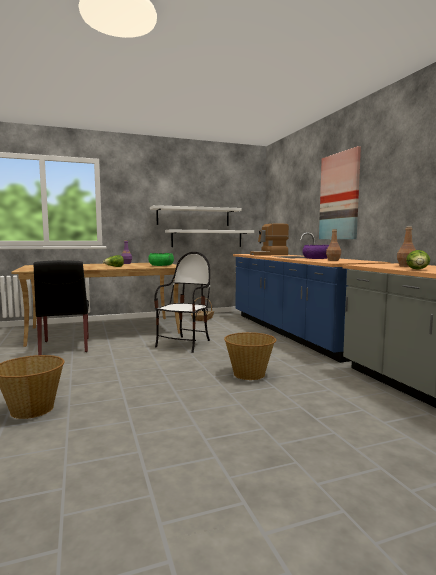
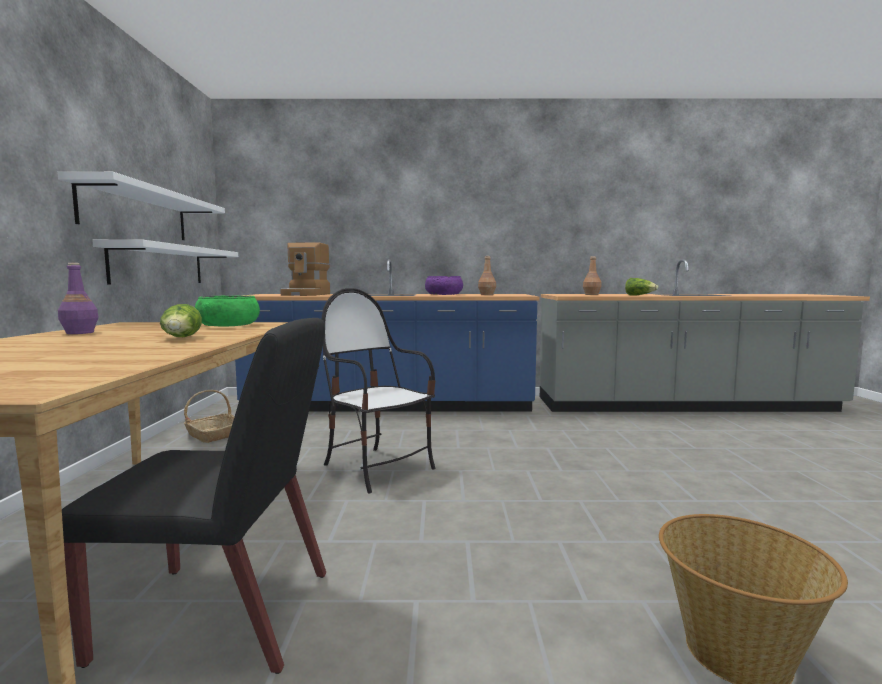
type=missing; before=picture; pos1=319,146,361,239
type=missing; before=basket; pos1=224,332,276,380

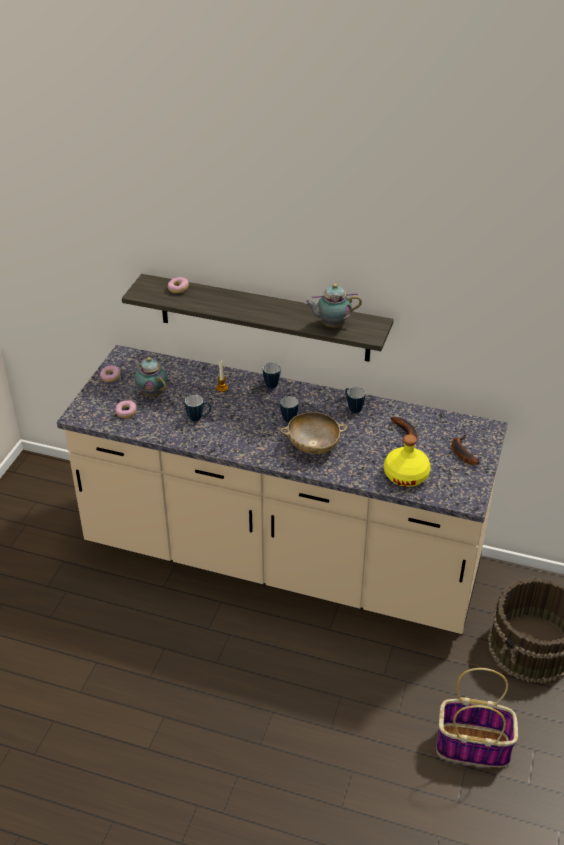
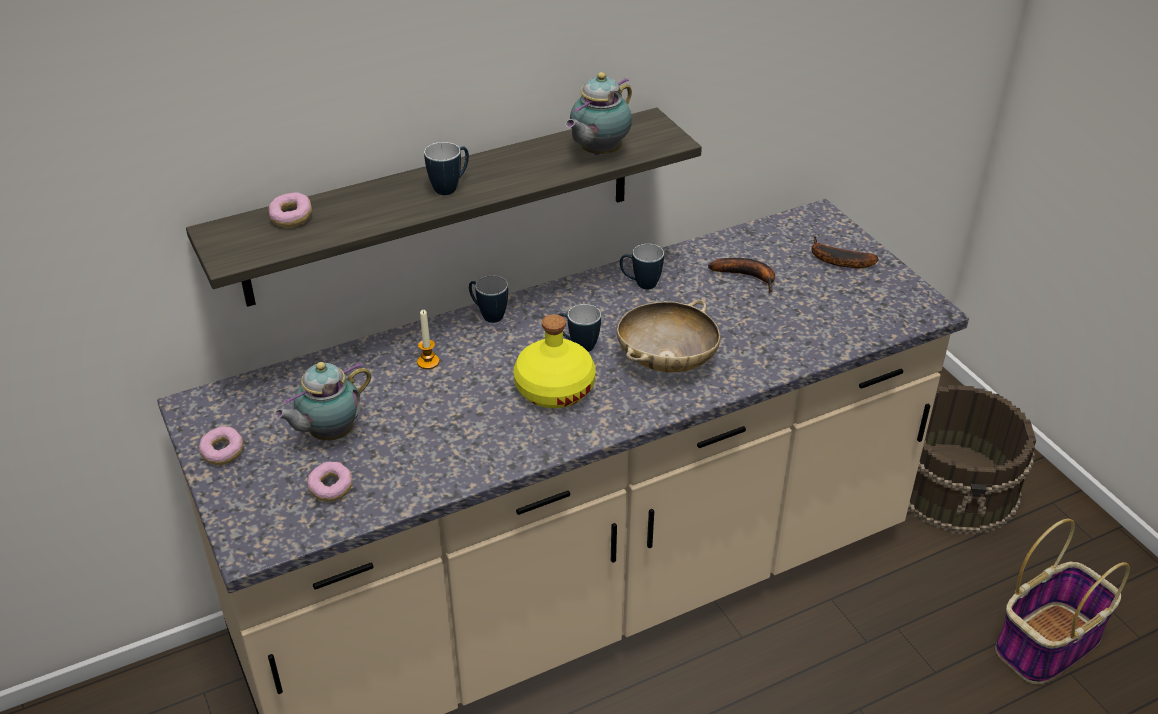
type=spun; before=teapot; pos1=133,357,167,397; pos2=274,362,371,441; turn=-45
type=relocated; before=mug; pos1=185,395,211,422; pos2=424,142,469,195
type=relocated; before=bottle (yellow); pos1=384,435,431,487; pos2=513,314,596,408

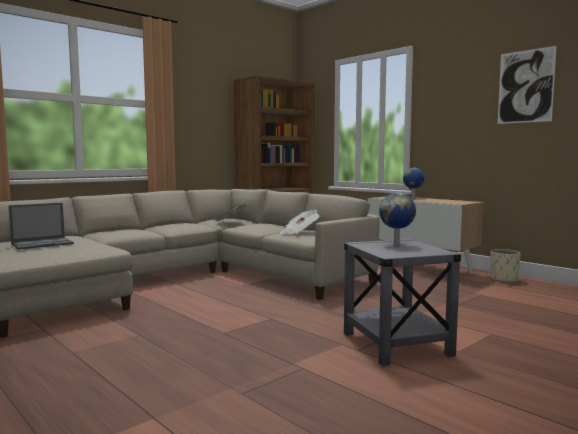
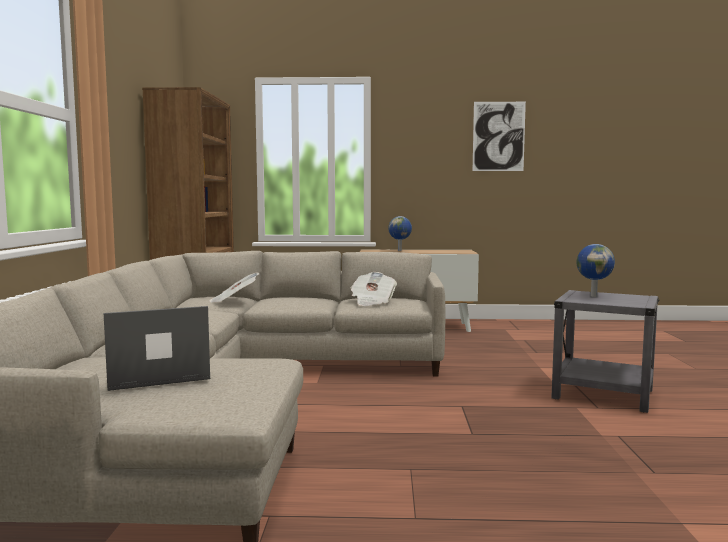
type=spun; before=laptop; pos1=8,203,74,250; pos2=104,306,210,391; turn=-120
type=missing; before=planter (beige); pos1=490,249,521,283

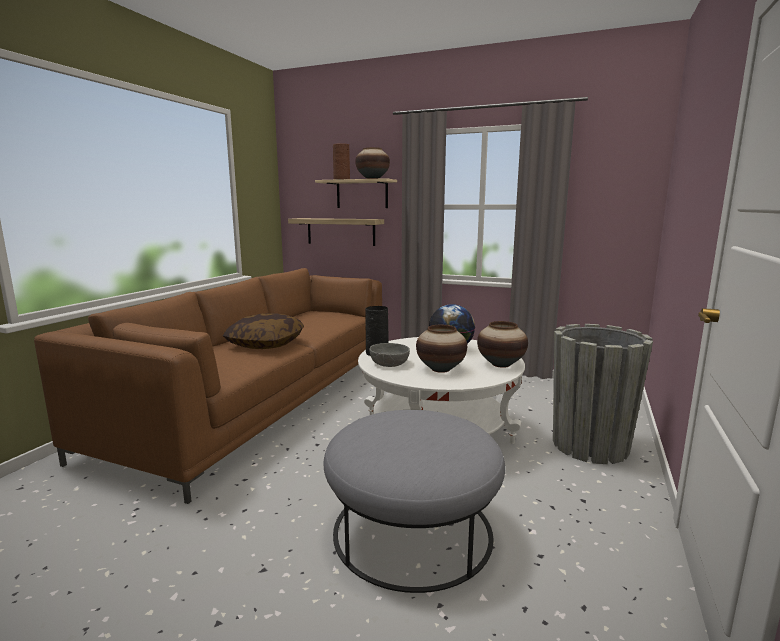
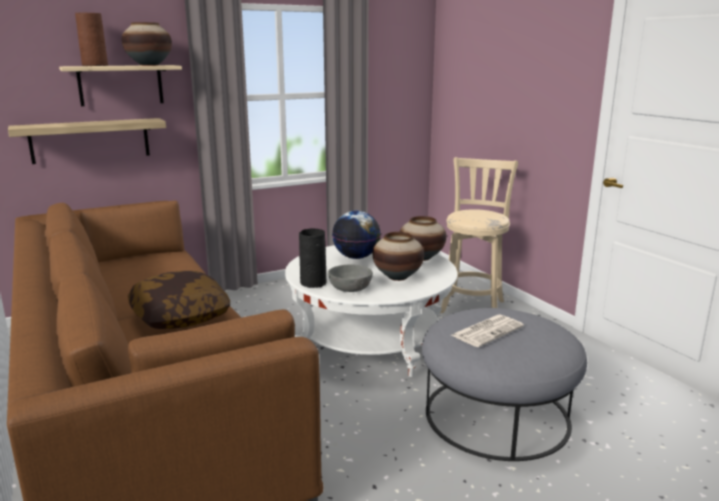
type=exchanged; before=planter (grey); after=stool (beige); pos1=553,324,653,464; pos2=440,157,518,313
type=appeared; after=newspaper; pos2=451,314,524,347

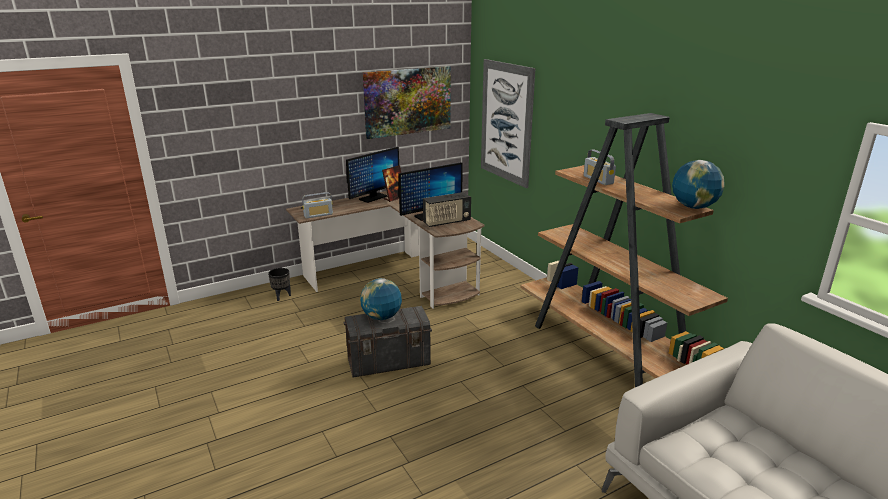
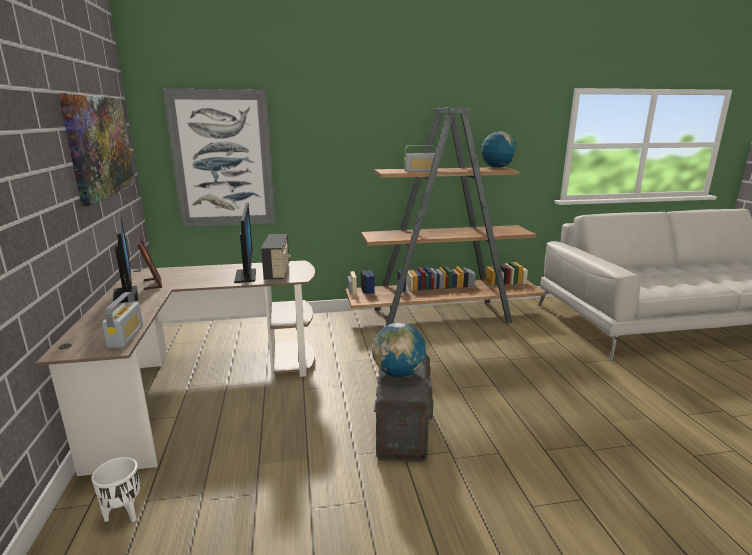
type=colour; before=planter (black); after=planter (white); pos1=268,268,291,301; pos2=91,457,140,522

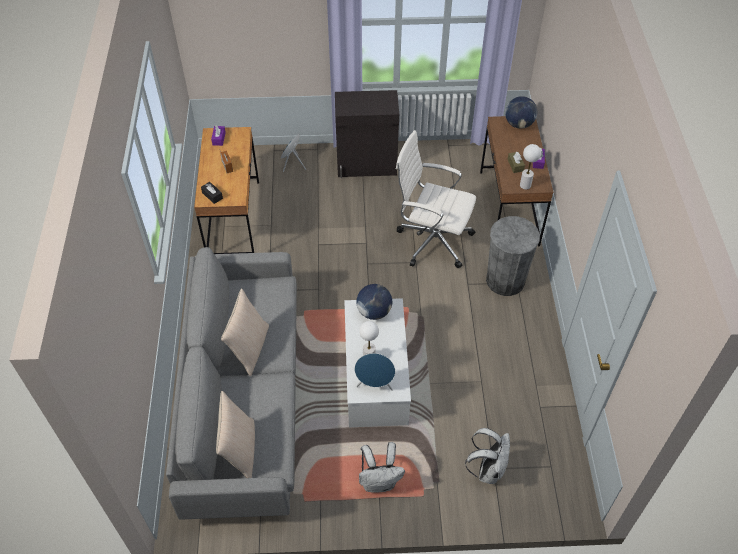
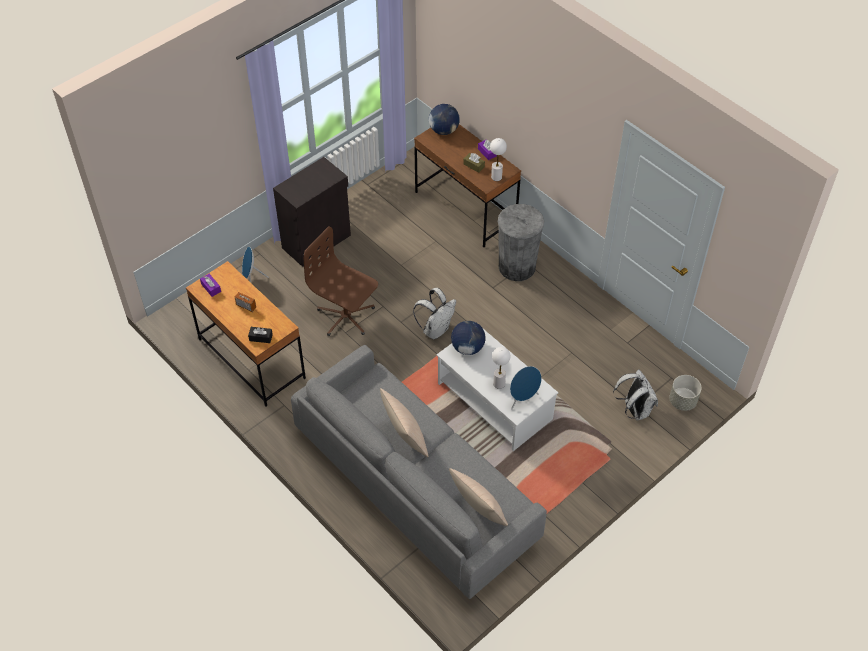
type=missing; before=office chair (white); pos1=396,130,476,269
type=relocated; before=backpack (white); pos1=359,442,405,493; pos2=413,288,456,339
type=appeared; after=office chair (brown); pos2=304,227,378,336
type=appeared; after=planter (grey); pos2=669,375,701,411

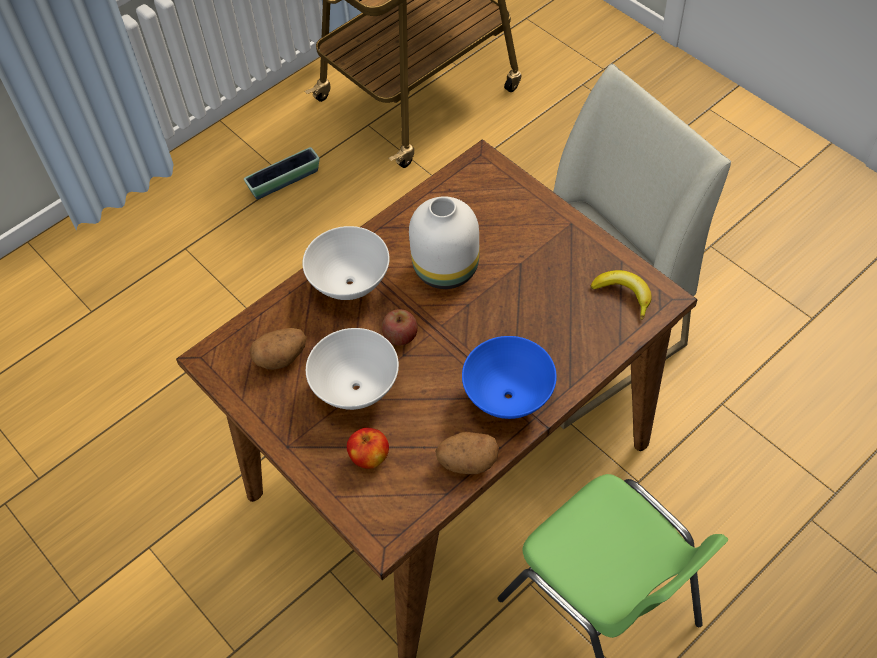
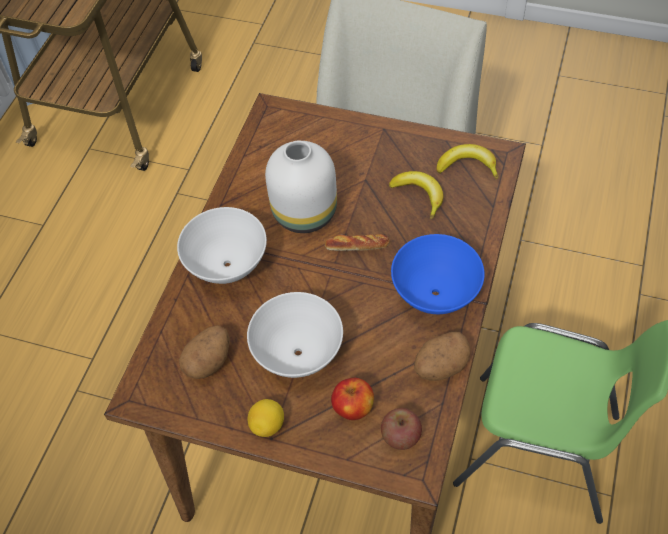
type=missing; before=planter; pos1=244,147,319,200
type=relocated; before=apple; pos1=381,309,418,346; pos2=381,408,422,450
type=appeared; after=banana; pos2=389,171,444,219
type=appeared; after=bread; pos2=325,234,390,251
type=appeared; after=lemon; pos2=247,399,284,437

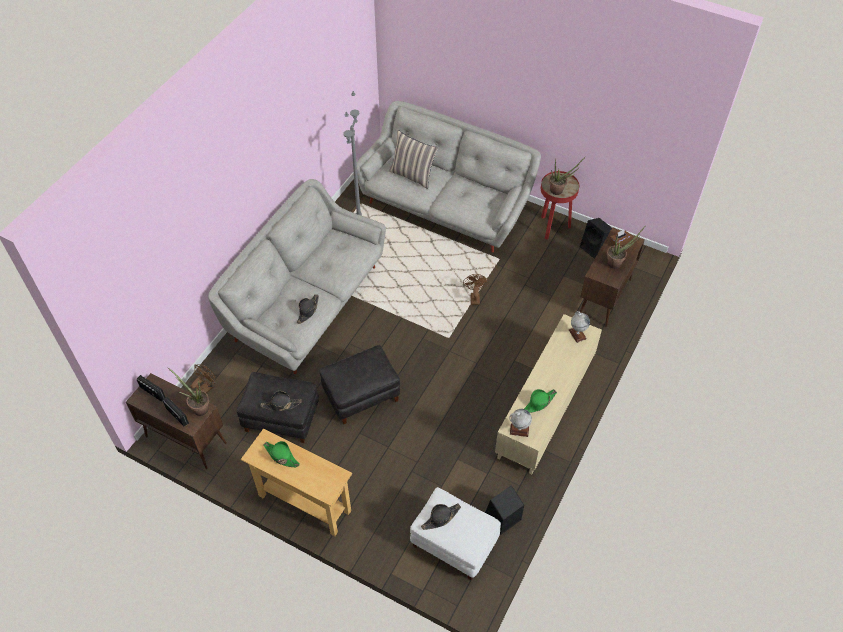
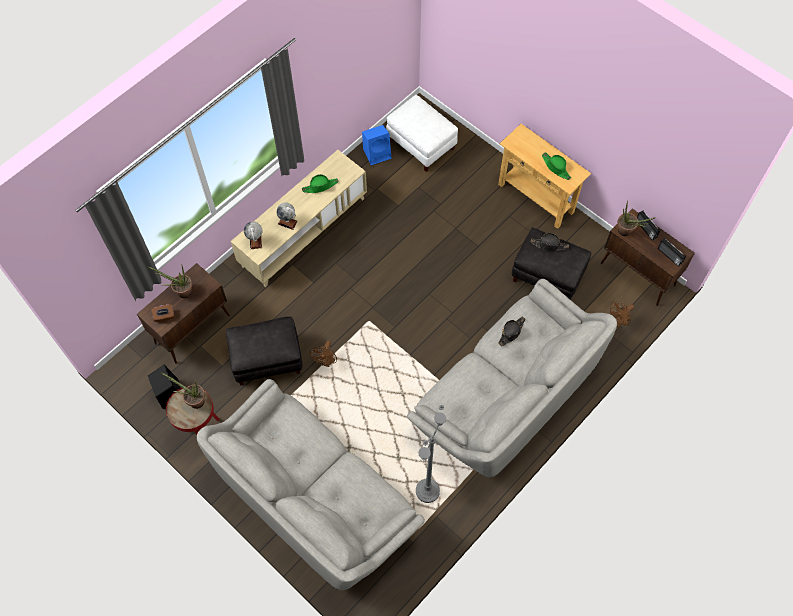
type=missing; before=pillow; pos1=389,130,438,189
type=relocated; before=ottoman (black); pos1=319,345,400,424; pos2=226,316,302,385
type=relocated; before=globe; pos1=509,409,532,437; pos2=276,202,298,230
type=colour; before=speaker (black); after=speaker (blue); pos1=485,485,524,535; pos2=362,125,391,165
type=missing; before=hat (black); pos1=421,503,461,530

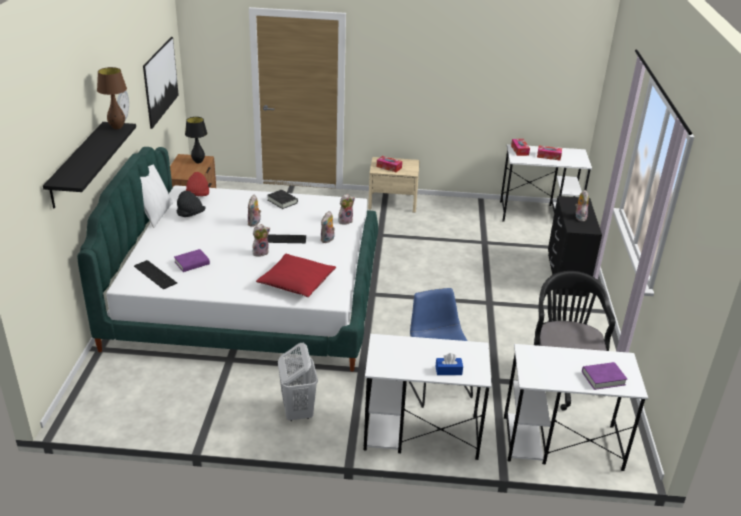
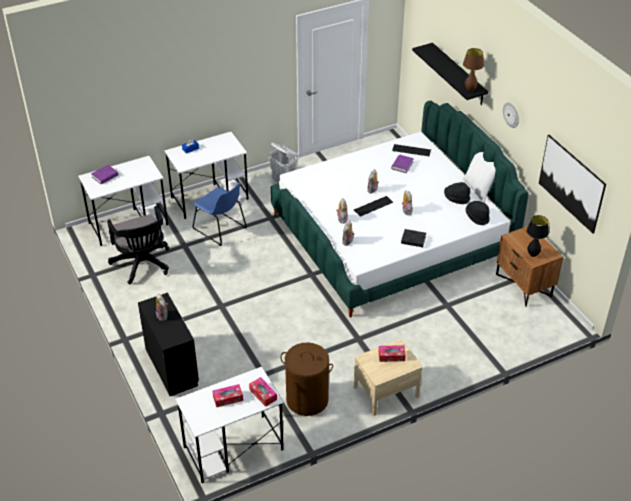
type=colour; before=hat (red); after=hat (black); pos1=186,172,209,196; pos2=466,201,490,225
type=missing; before=pillow (red); pos1=256,254,336,297
type=appeared; after=laundry basket (brown); pos2=280,342,333,416

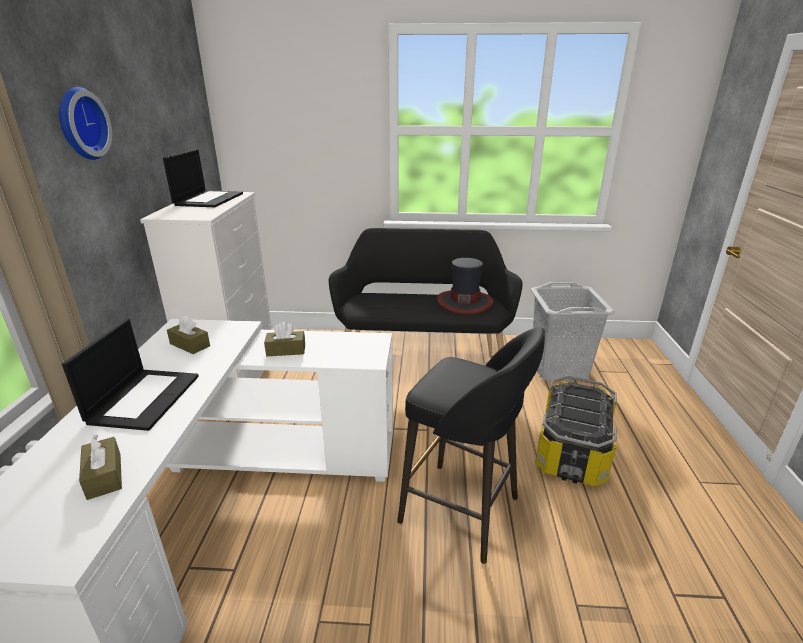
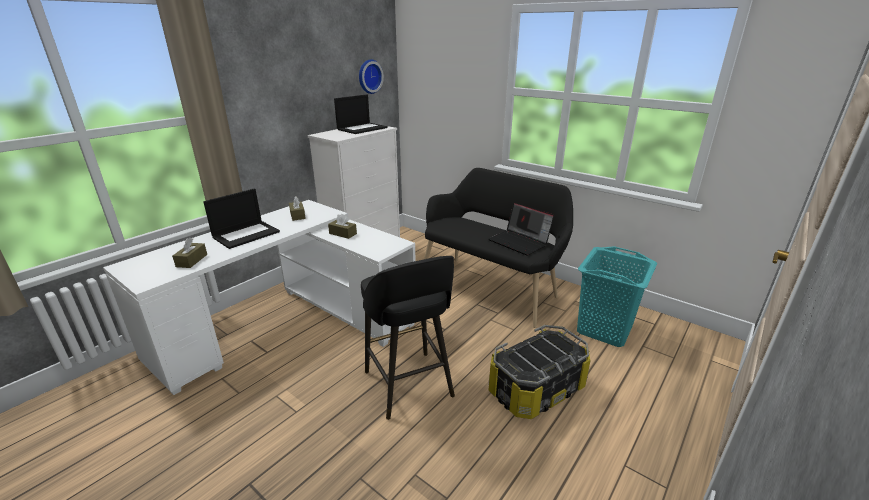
type=relocated; before=wall clock; pos1=59,87,112,160; pos2=359,59,384,94
type=exchanged; before=hat; after=laptop; pos1=437,258,493,315; pos2=489,202,554,256
type=colour; before=laundry basket (grey); after=laundry basket (turquoise); pos1=531,282,615,381; pos2=577,246,657,347

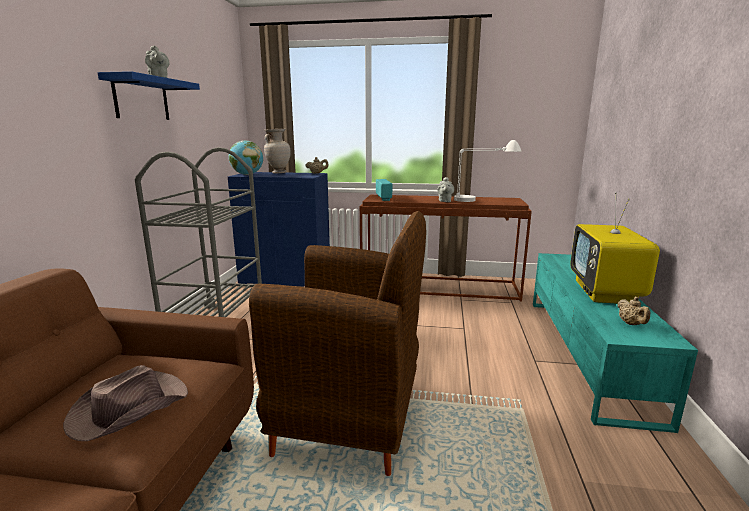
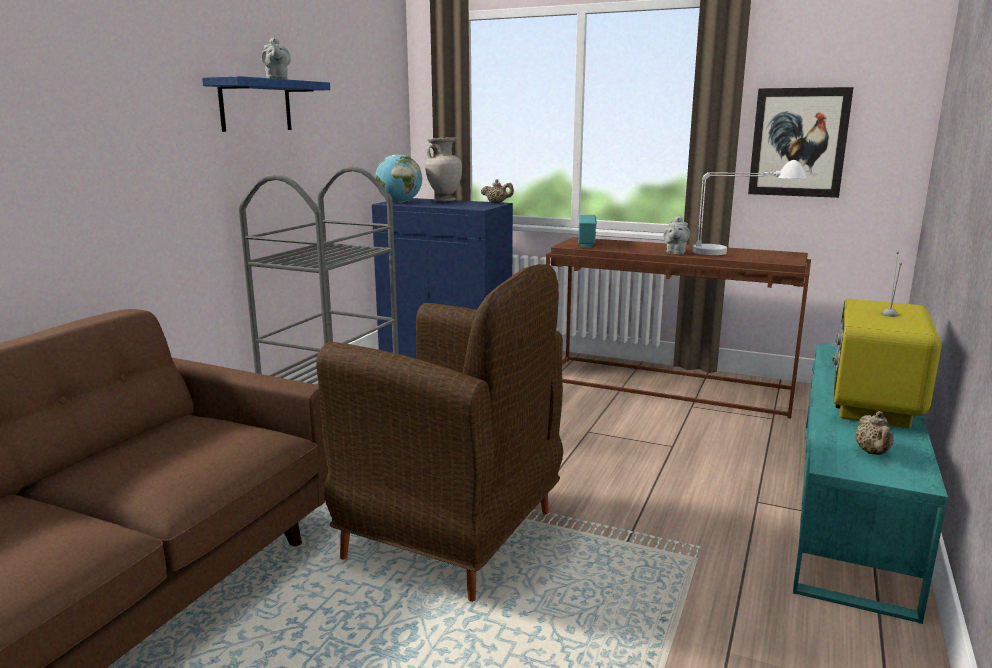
type=missing; before=hat (brown); pos1=63,365,188,441
type=appeared; after=picture; pos2=748,87,854,198

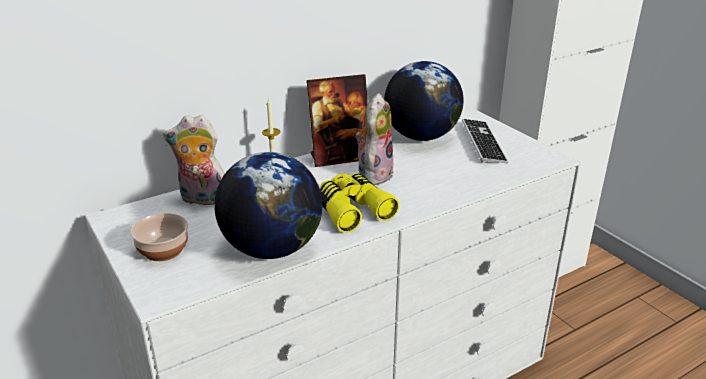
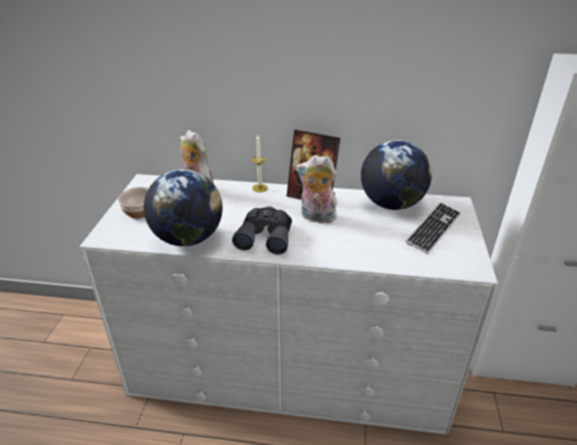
type=spun; before=plush toy; pos1=355,93,394,185; pos2=296,155,337,223; turn=-135
type=colour; before=binoculars (yellow); after=binoculars (grey); pos1=319,173,399,233; pos2=232,206,292,255

